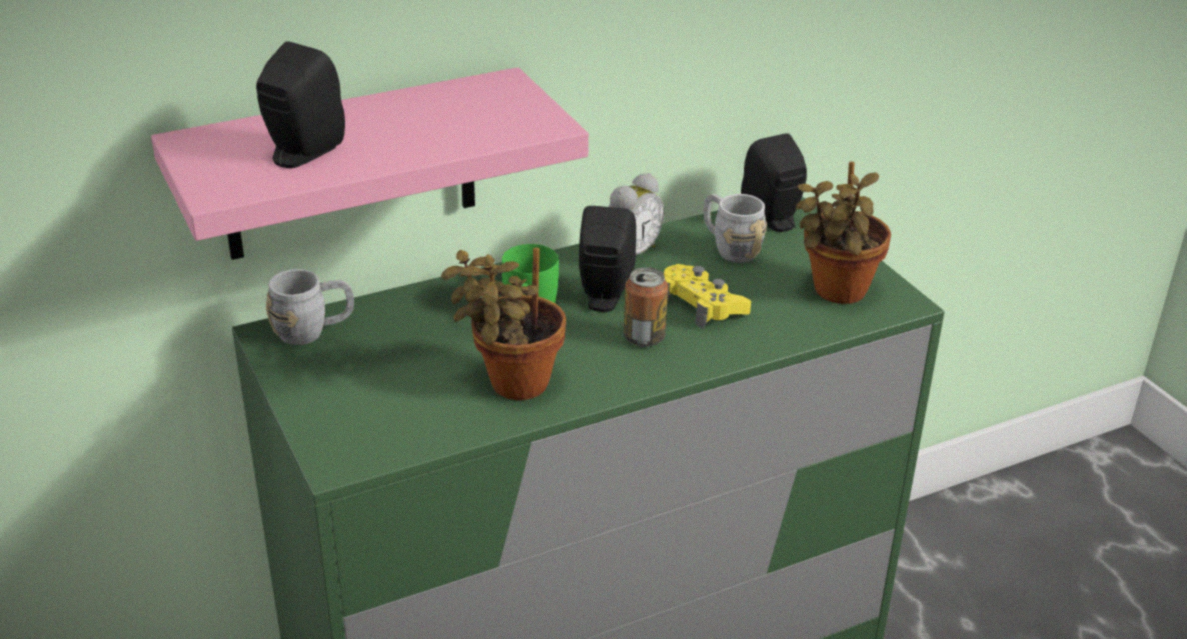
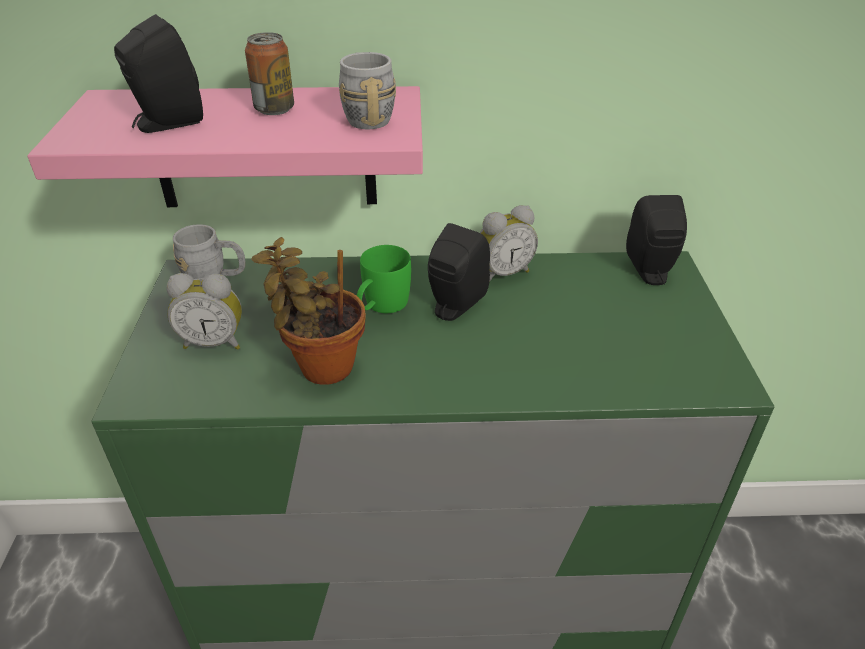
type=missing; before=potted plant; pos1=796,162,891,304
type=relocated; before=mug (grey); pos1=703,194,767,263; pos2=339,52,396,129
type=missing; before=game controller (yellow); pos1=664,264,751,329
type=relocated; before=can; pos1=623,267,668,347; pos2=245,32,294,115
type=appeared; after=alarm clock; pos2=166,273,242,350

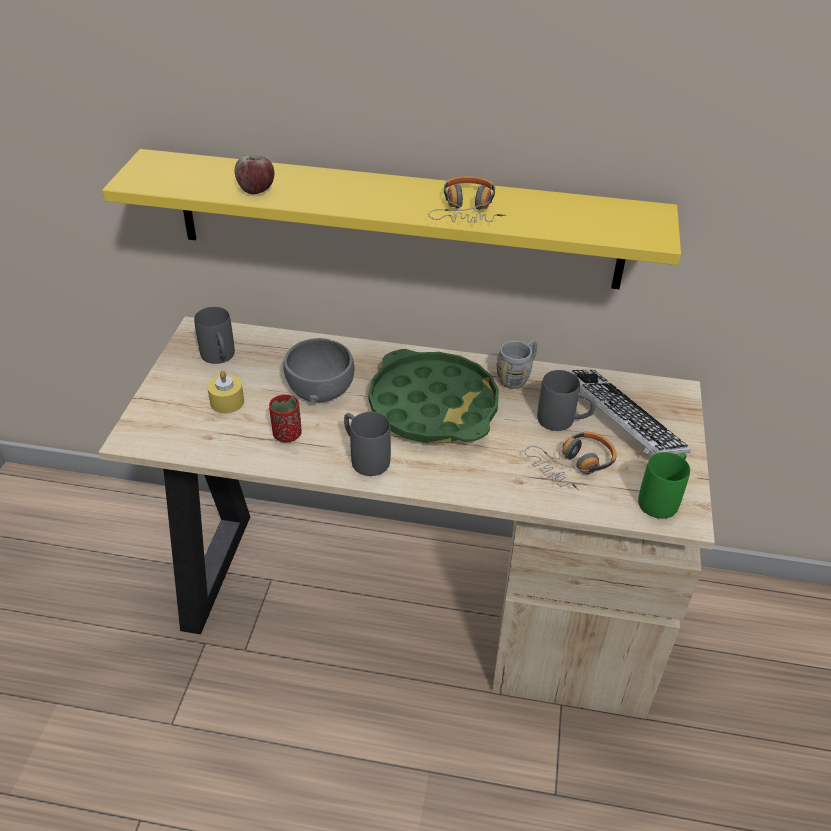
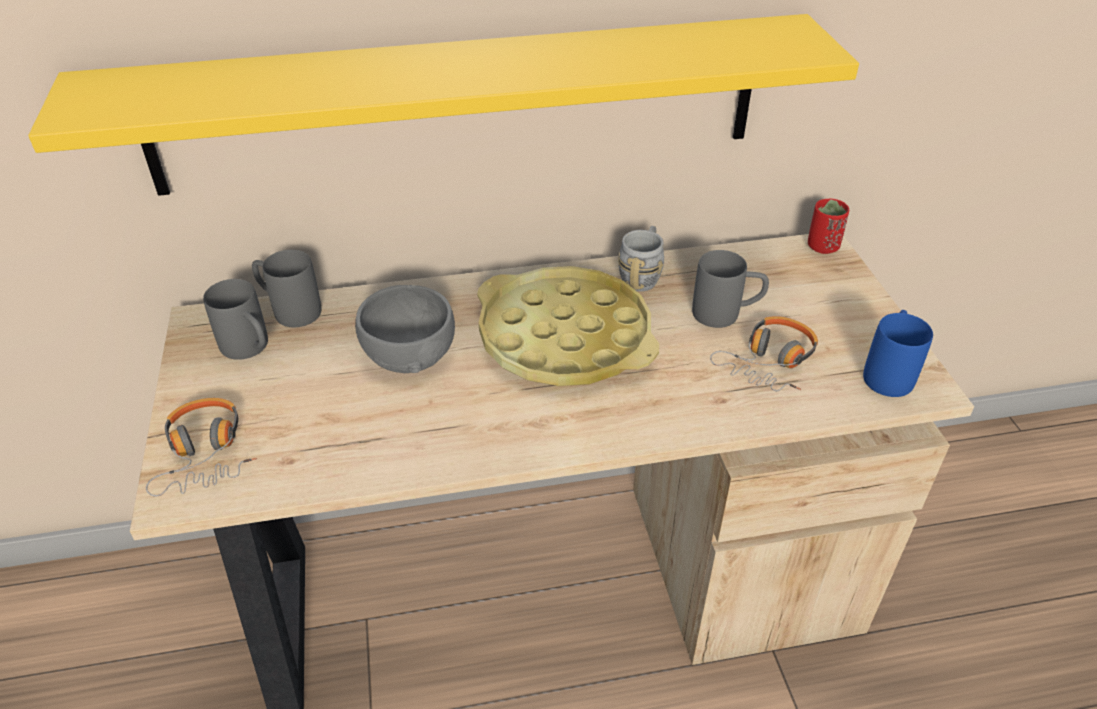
type=missing; before=apple; pos1=235,155,274,194
type=relocated; before=headphones; pos1=428,176,506,223; pos2=146,398,257,496
type=colour; before=tray (green); after=tray (yellow); pos1=368,349,499,443; pos2=477,266,659,386
type=missing; before=keyboard; pos1=564,369,691,455
type=missing; before=candle (yellow); pos1=207,371,244,413
type=relocated; before=cup (red); pos1=269,394,302,442; pos2=808,199,849,254
type=relocated; before=mug (grey); pos1=344,412,391,476; pos2=252,250,322,327
type=colour; before=mug (green); after=mug (blue); pos1=638,452,690,519; pos2=863,310,933,397

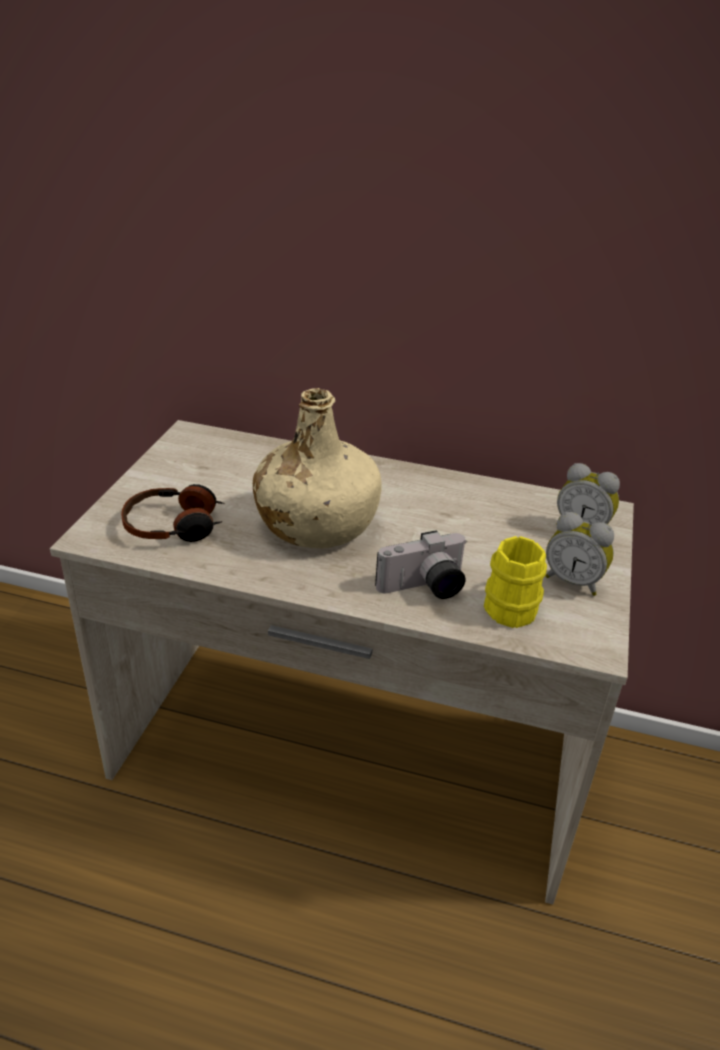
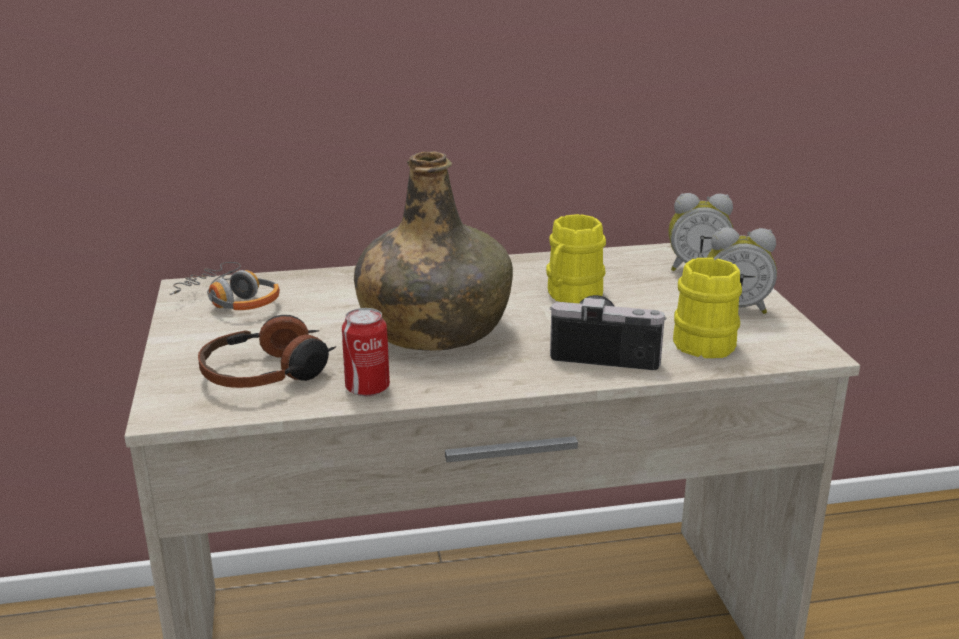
type=colour; before=bottle (beige); after=bottle (green); pos1=253,388,382,548; pos2=354,151,513,351
type=spun; before=photo camera; pos1=375,530,467,599; pos2=550,295,666,370; turn=-120
type=appeared; after=mug (yellow); pos2=546,214,606,303
type=appeared; after=headphones; pos2=169,262,280,310
type=appeared; after=can; pos2=342,308,390,396

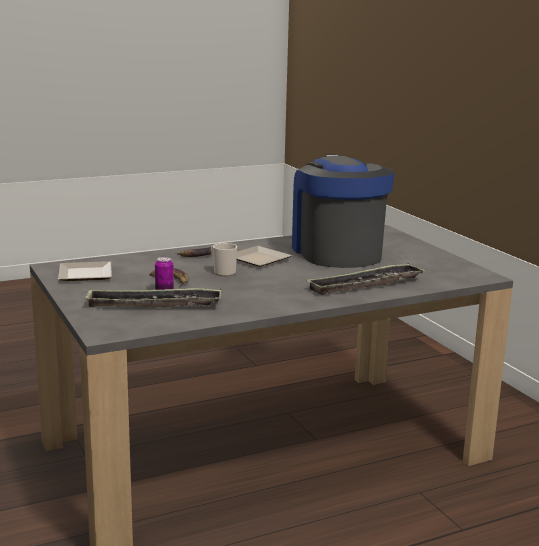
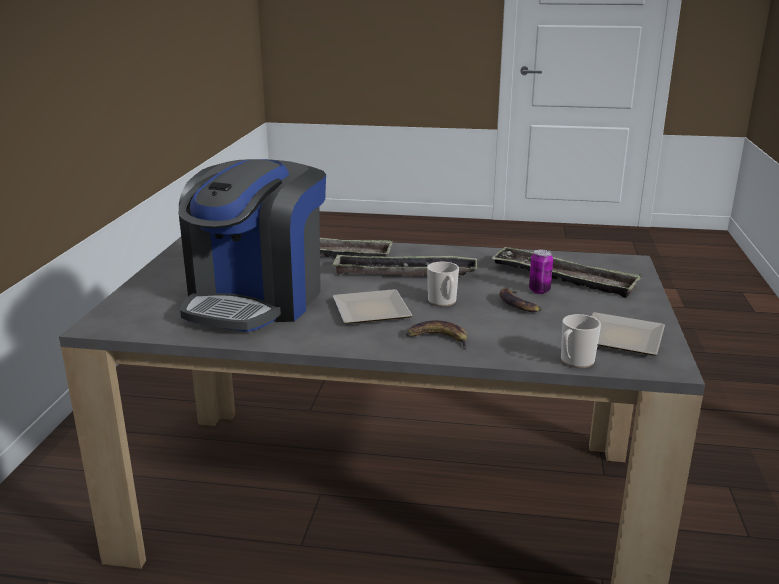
type=appeared; after=tray; pos2=332,254,477,276
type=appeared; after=mug; pos2=561,314,601,368

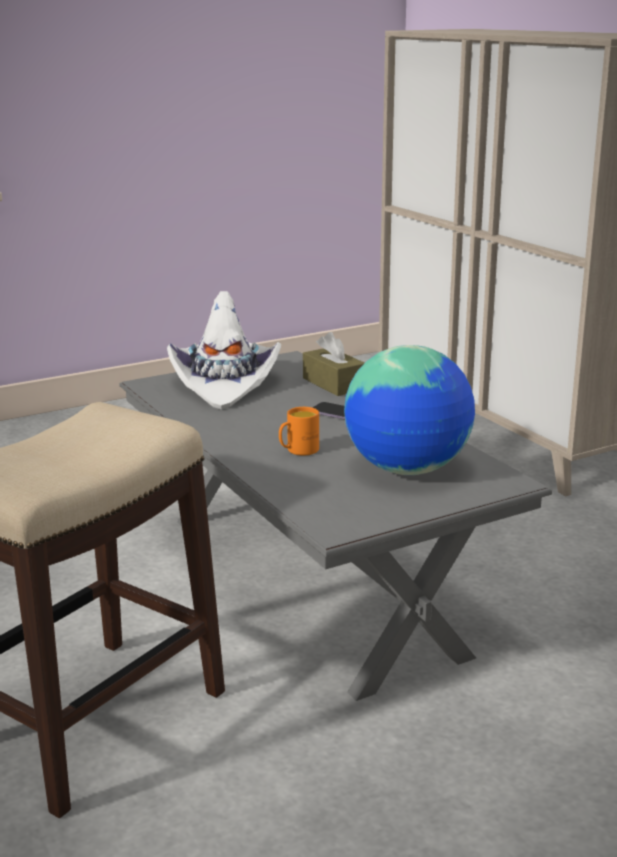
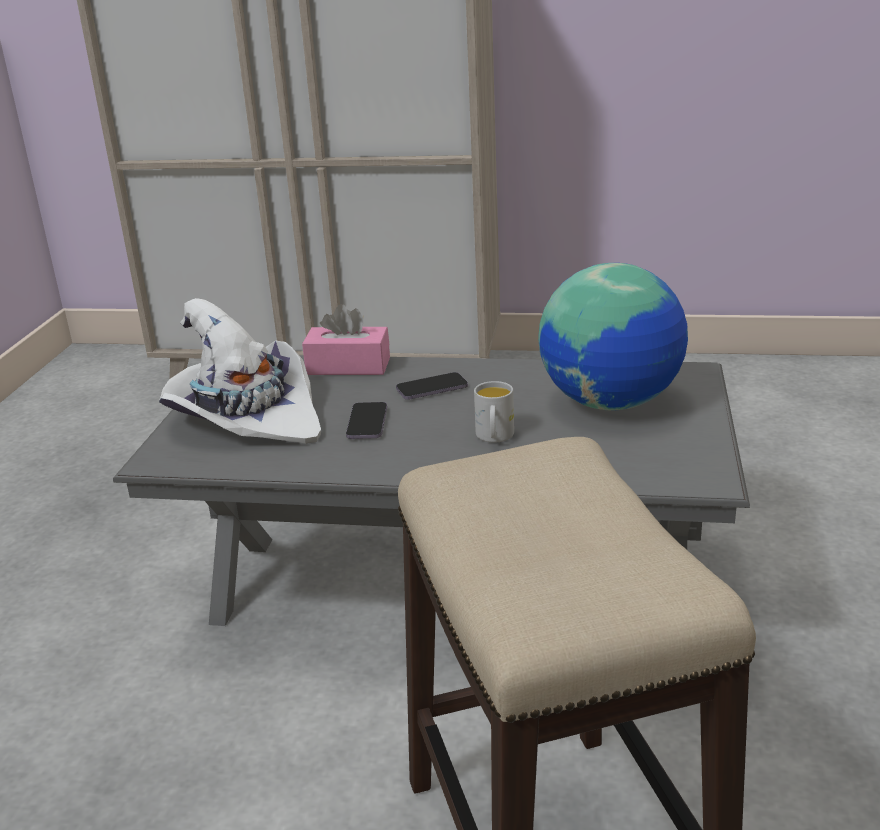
type=colour; before=tissue box (brown); after=tissue box (pink); pos1=303,332,364,396; pos2=302,304,390,375
type=colour; before=mug (orange); after=mug (white); pos1=279,407,319,456; pos2=474,381,514,443
type=appeared; after=phone; pos2=346,402,387,439

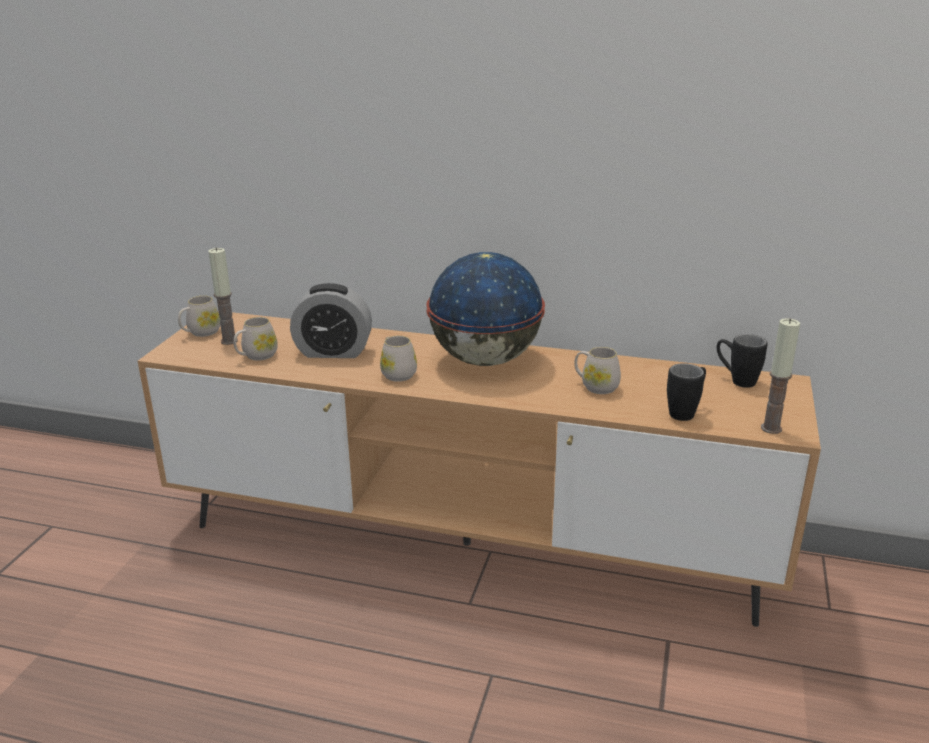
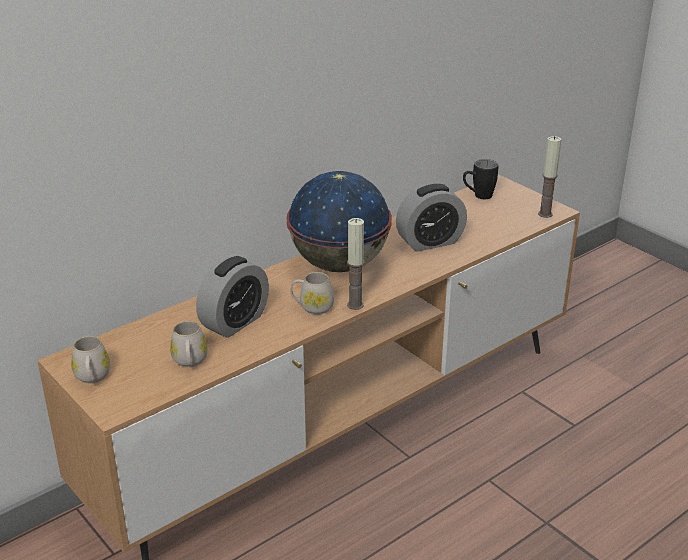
type=relocated; before=candle; pos1=208,247,238,345; pos2=347,218,364,310
type=exchanged; before=mug (white); after=alarm clock; pos1=574,347,621,394; pos2=396,184,467,252
type=missing; before=mug (black); pos1=667,363,706,421

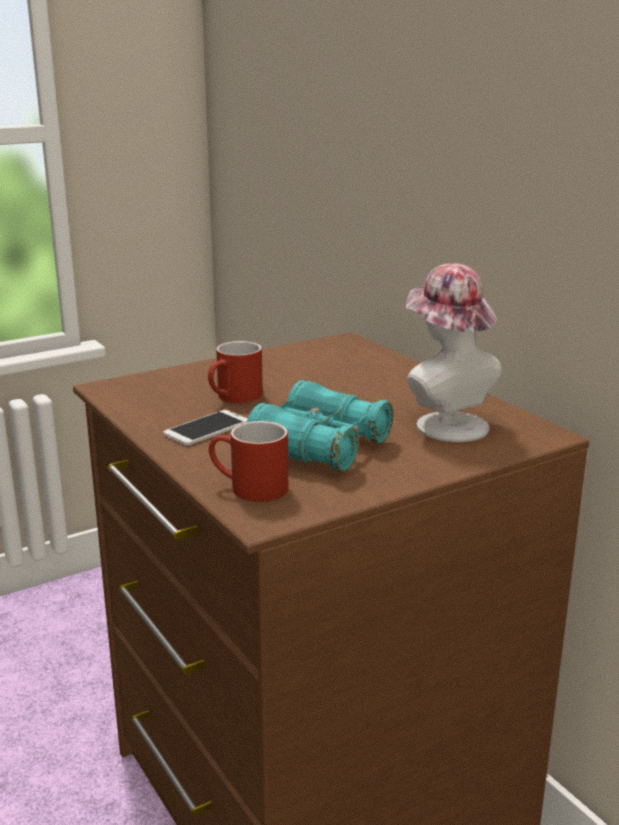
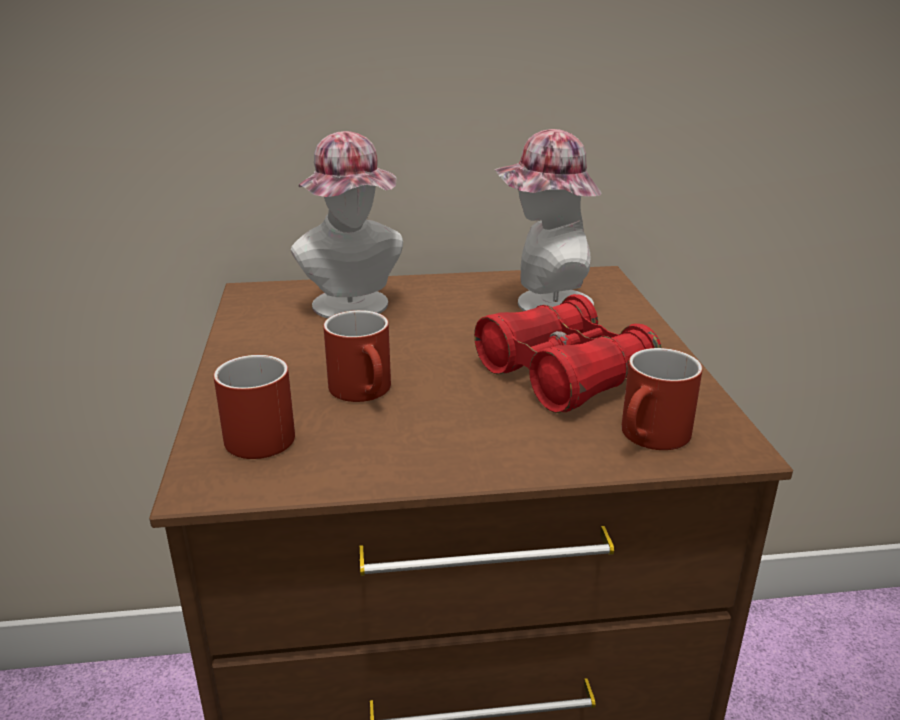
type=colour; before=binoculars (turquoise); after=binoculars (red); pos1=247,380,394,472; pos2=474,294,662,413
type=missing; before=phone; pos1=163,410,248,446
type=appeared; after=hat; pos2=291,131,403,318
type=appeared; after=mug (red); pos2=214,355,295,459

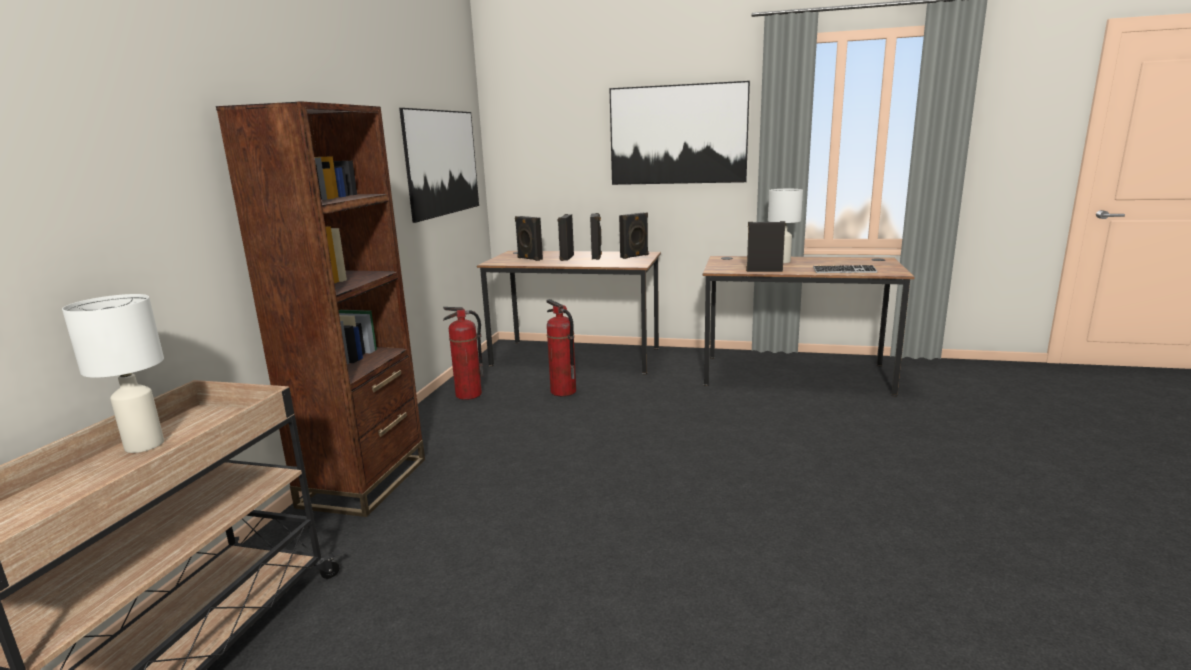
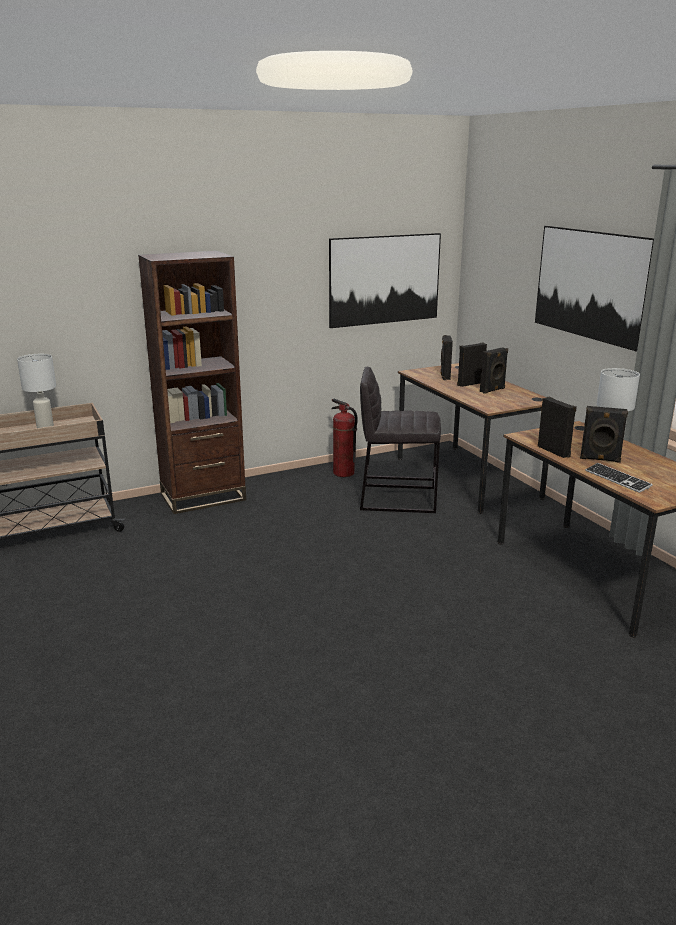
type=relocated; before=speaker (black); pos1=619,212,648,259; pos2=580,406,628,463
type=exchanged; before=fire extinguisher; after=stool (grey); pos1=546,299,576,396; pos2=360,367,441,513

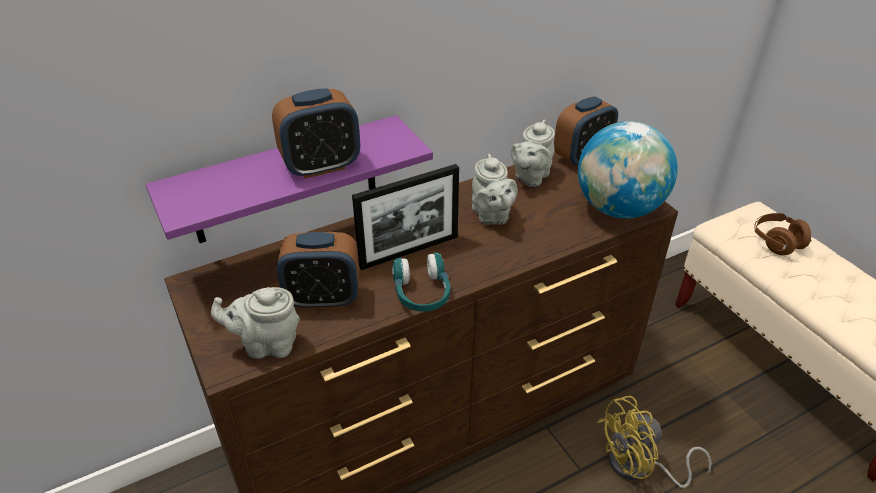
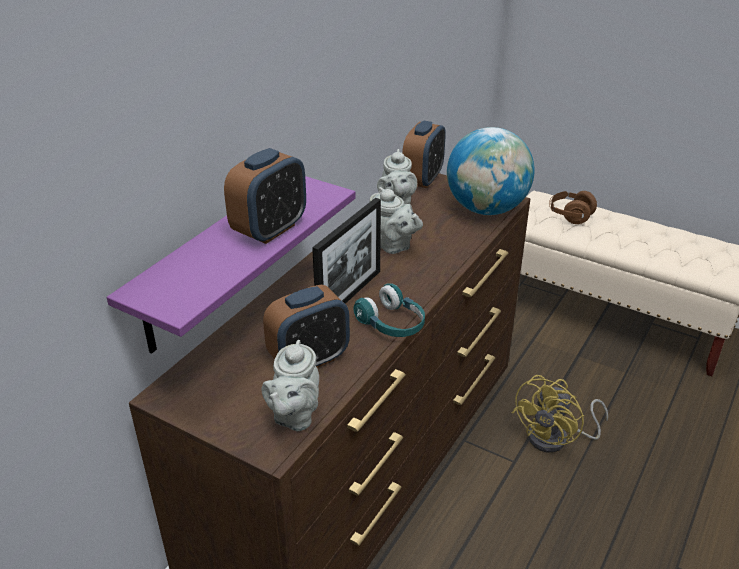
type=spun; before=teapot (grey); pos1=211,287,300,359; pos2=262,340,319,431; turn=-45

